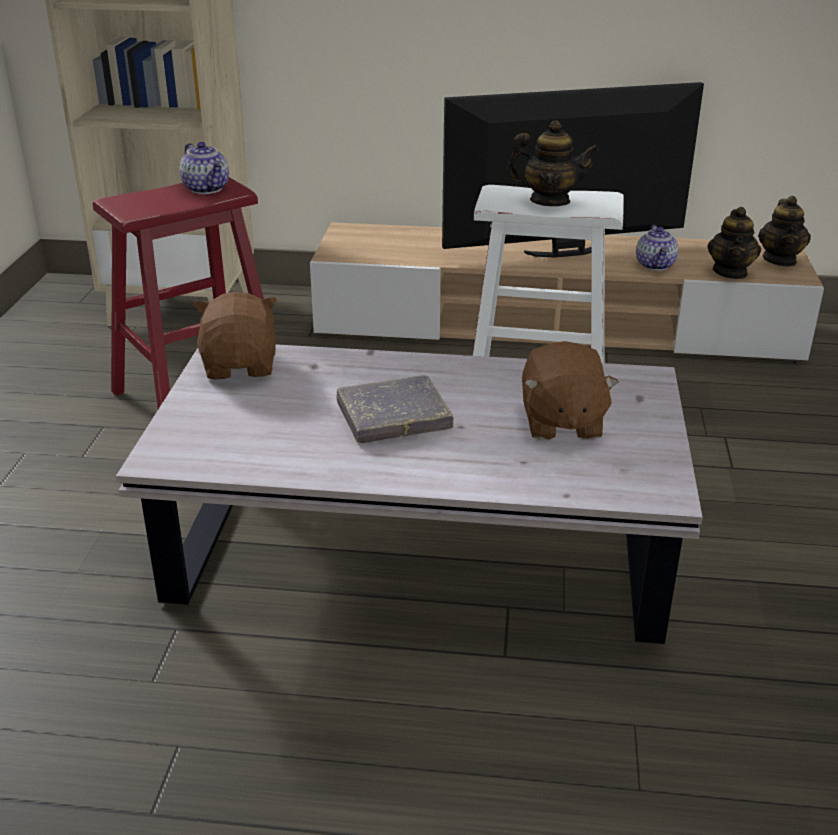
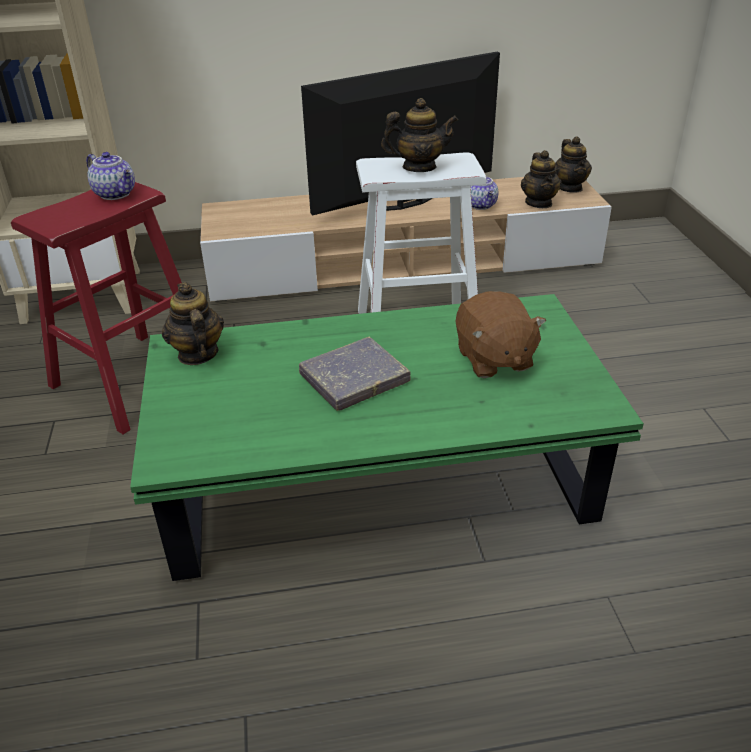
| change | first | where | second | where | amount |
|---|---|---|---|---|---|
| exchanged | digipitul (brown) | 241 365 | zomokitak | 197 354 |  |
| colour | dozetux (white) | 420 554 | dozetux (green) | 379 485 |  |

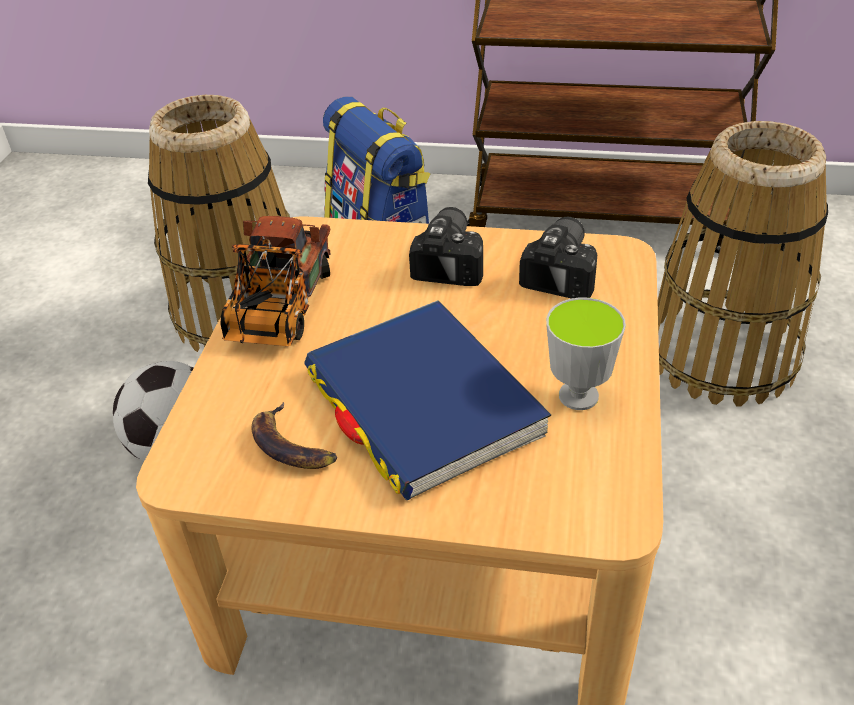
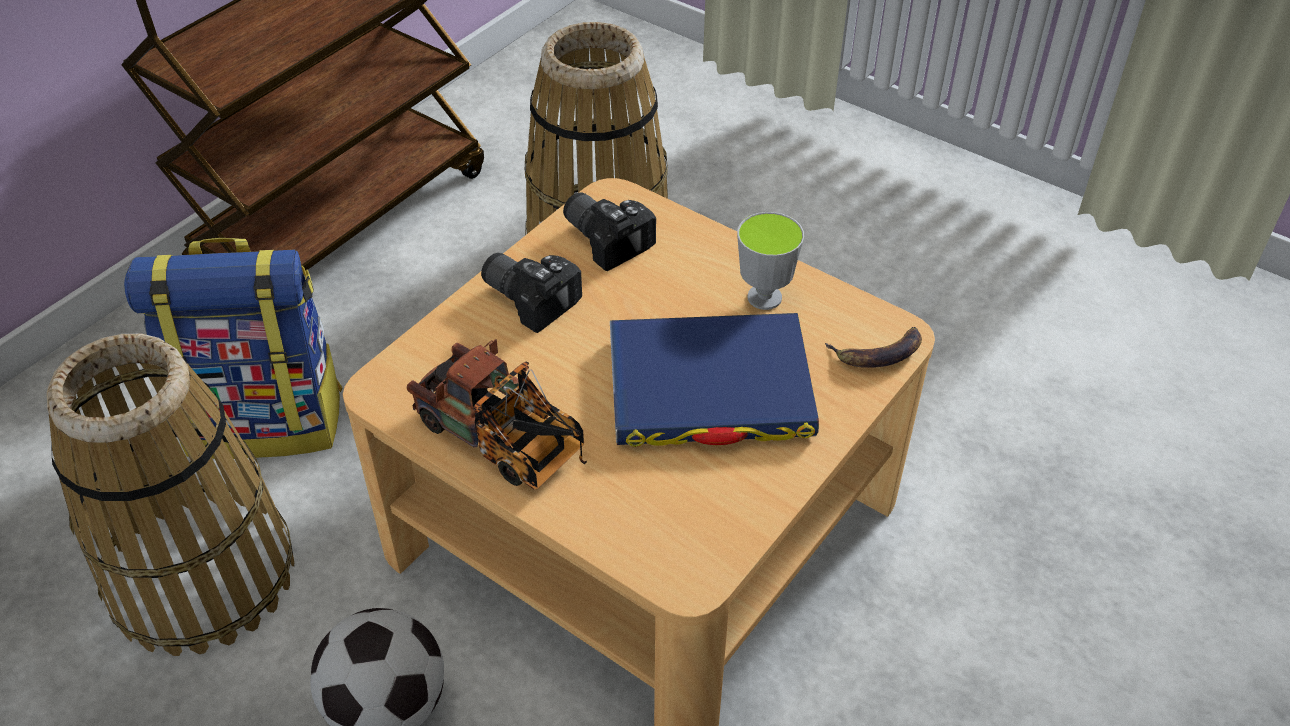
| change | first | where | second | where | amount |
|---|---|---|---|---|---|
| relocated | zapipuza | 292 445 |  | 878 353 |  |

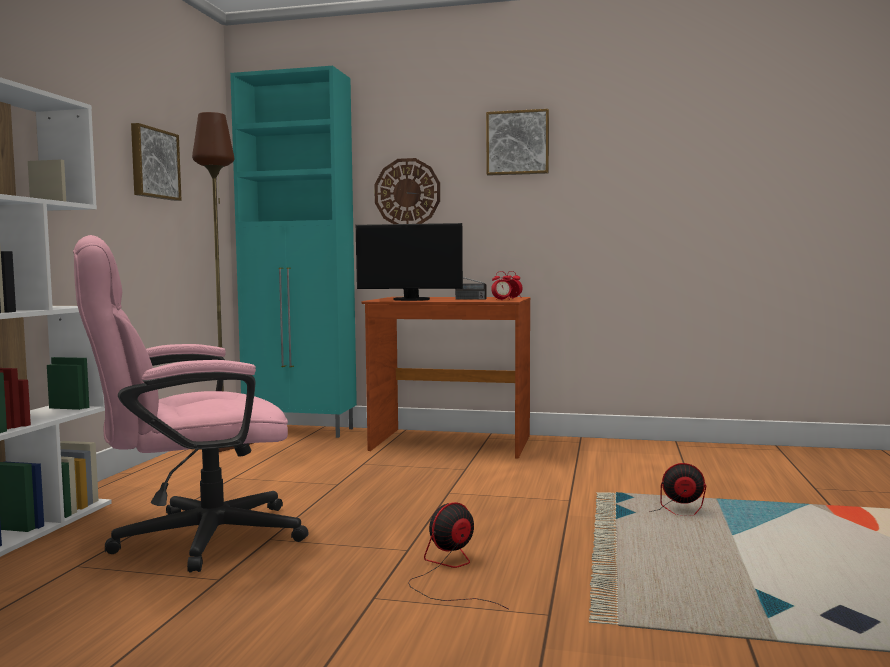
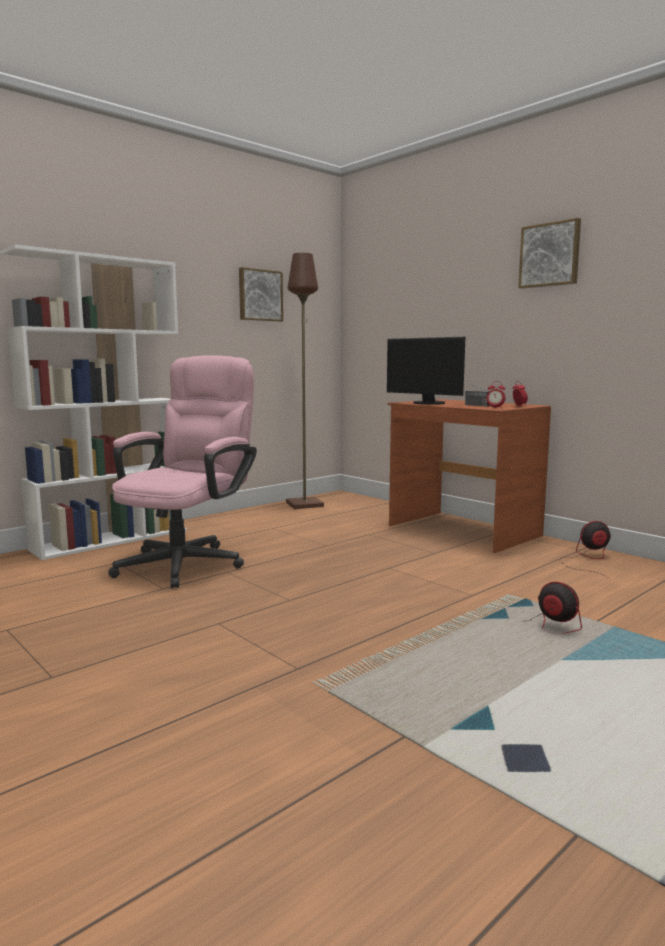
| change | first | where | second | where | amount |
|---|---|---|---|---|---|
| missing | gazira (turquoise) | 301 431 |  |  |  |
| missing | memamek | 407 193 |  |  |  |
| relocated | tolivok | 450 571 |  | 588 559 |  |
| spun | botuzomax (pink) | 190 539 |  | 188 561 | 105 degrees clockwise |

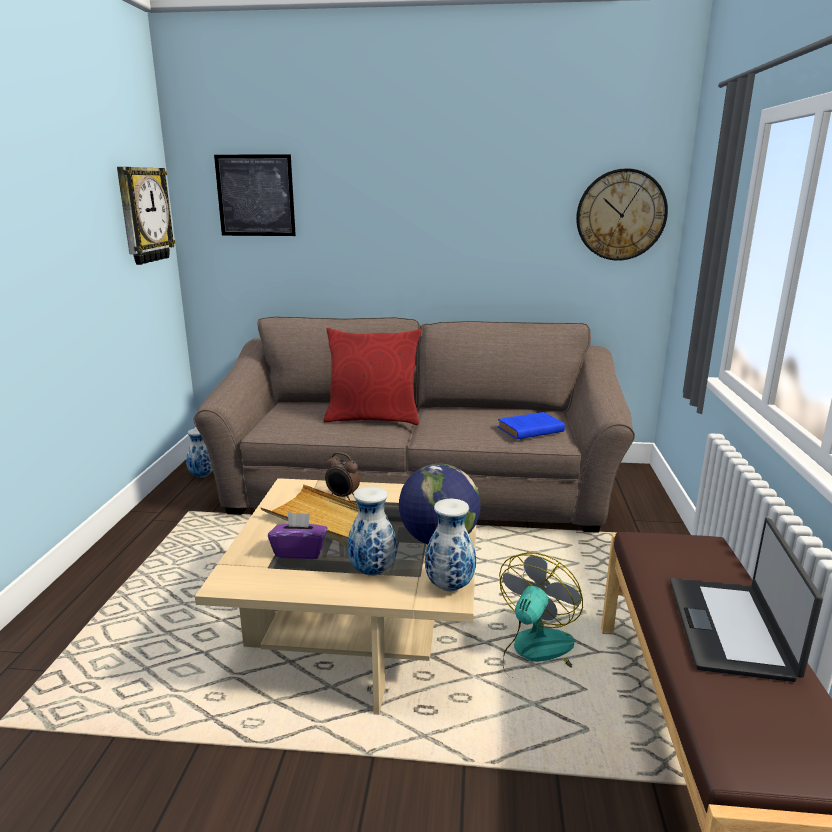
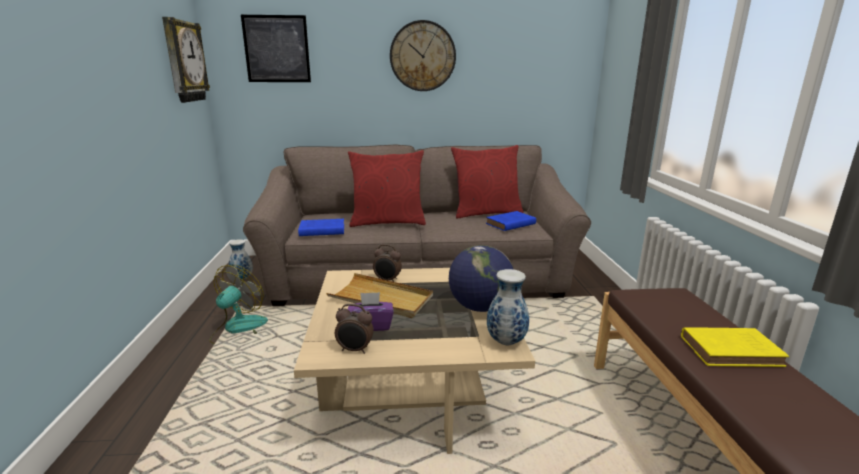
| change | first | where | second | where | amount |
|---|---|---|---|---|---|
| missing | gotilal | 371 571 |  |  |  |
| appeared |  |  | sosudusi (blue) | 321 230 |  |
| appeared |  |  | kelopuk | 355 350 |  |
| appeared |  |  | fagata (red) | 486 213 |  |
| relocated | tolivok | 537 655 |  | 238 330 |  |
| relocated | memamek | 621 215 |  | 422 56 |  |
| exchanged | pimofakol | 731 627 | sosudusi (yellow) | 732 351 |  |

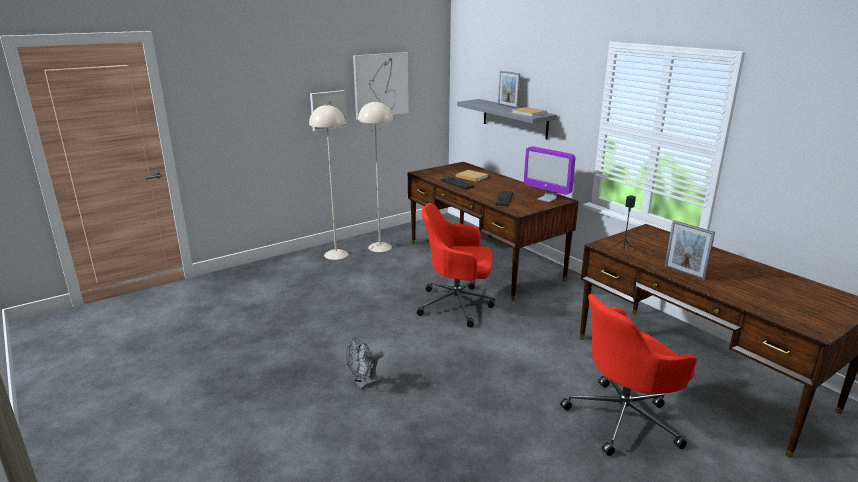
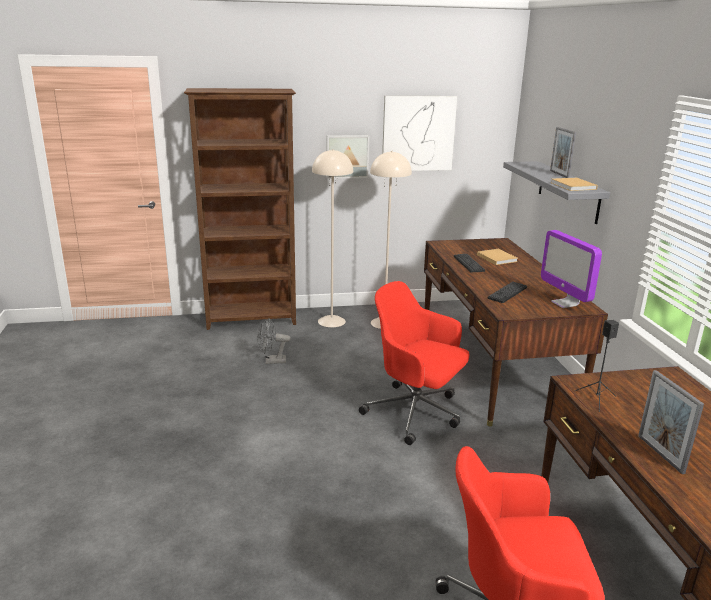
| change | first | where | second | where | amount |
|---|---|---|---|---|---|
| appeared |  |  | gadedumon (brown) | 252 320 |  |
| relocated | tolivok (grey) | 364 383 |  | 272 361 |  |

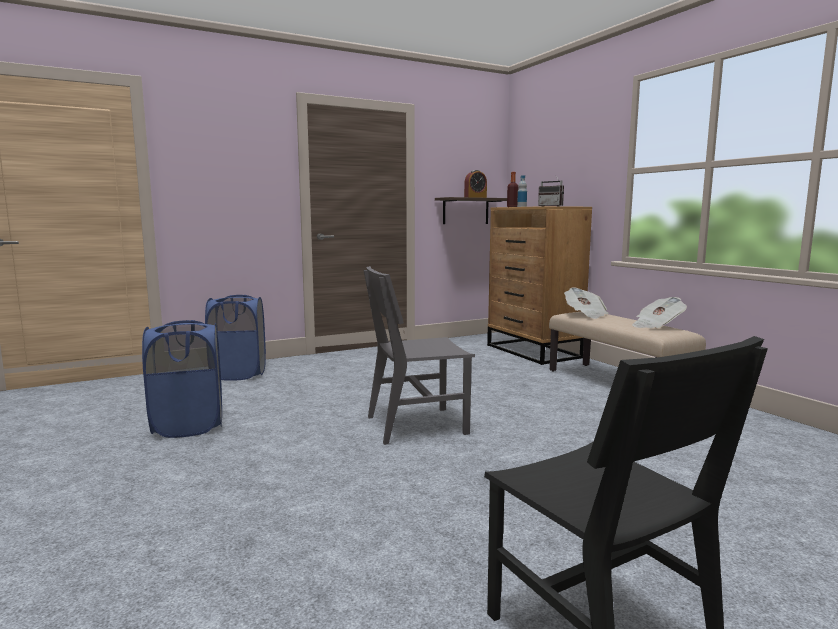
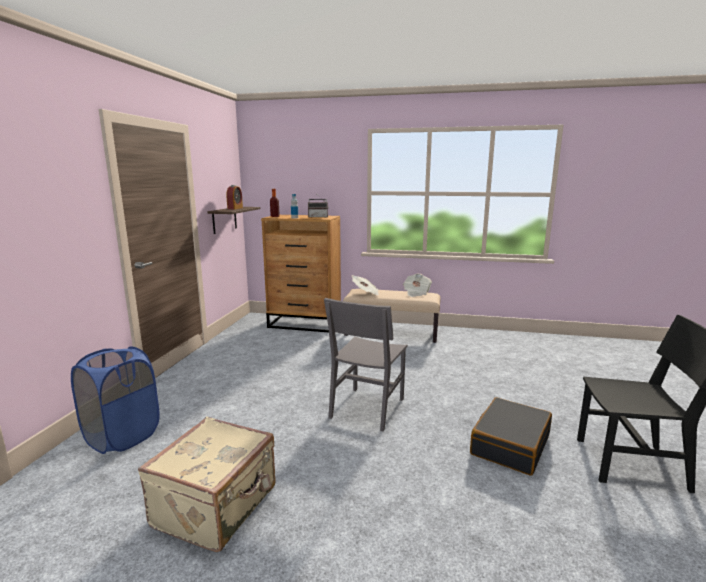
| change | first | where | second | where | amount |
|---|---|---|---|---|---|
| appeared |  |  | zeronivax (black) | 509 445 |  |
| exchanged | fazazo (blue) | 189 426 | zeronivax (beige) | 218 507 |  |

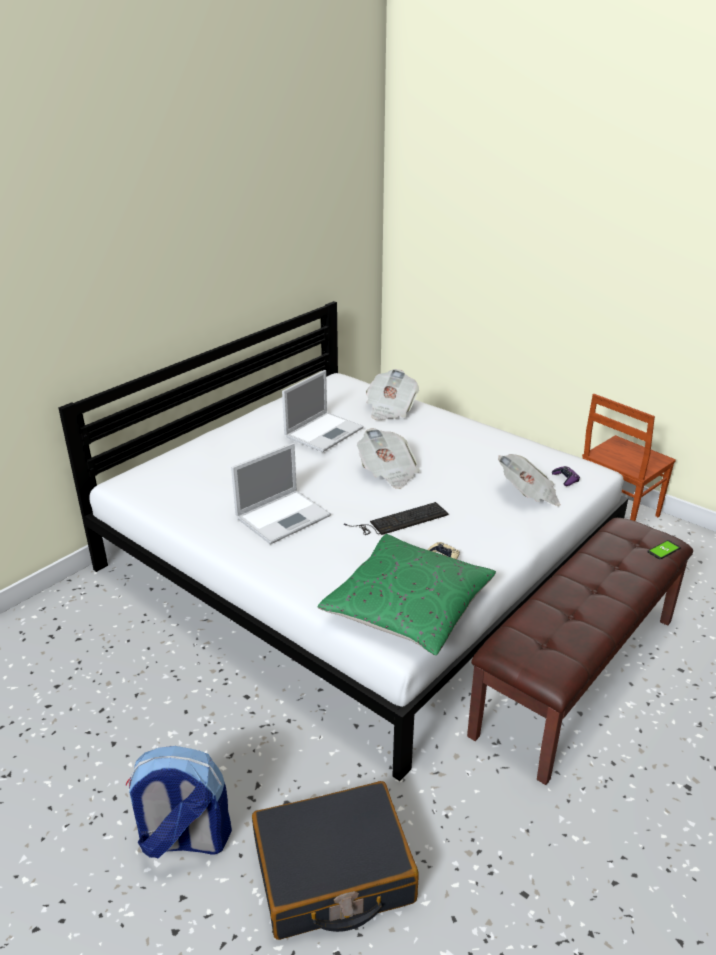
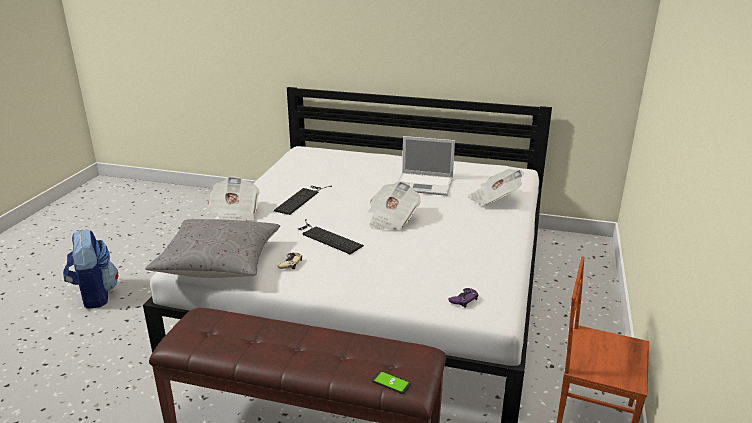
| change | first | where | second | where | amount |
|---|---|---|---|---|---|
| missing | zeronivax (black) | 333 873 |  |  |  |
| relocated | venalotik | 528 495 |  | 234 214 |  |
| exchanged | pimofakol | 284 516 | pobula | 301 199 |  |
| colour | fagata (green) | 408 608 | fagata (grey) | 218 262 |  |

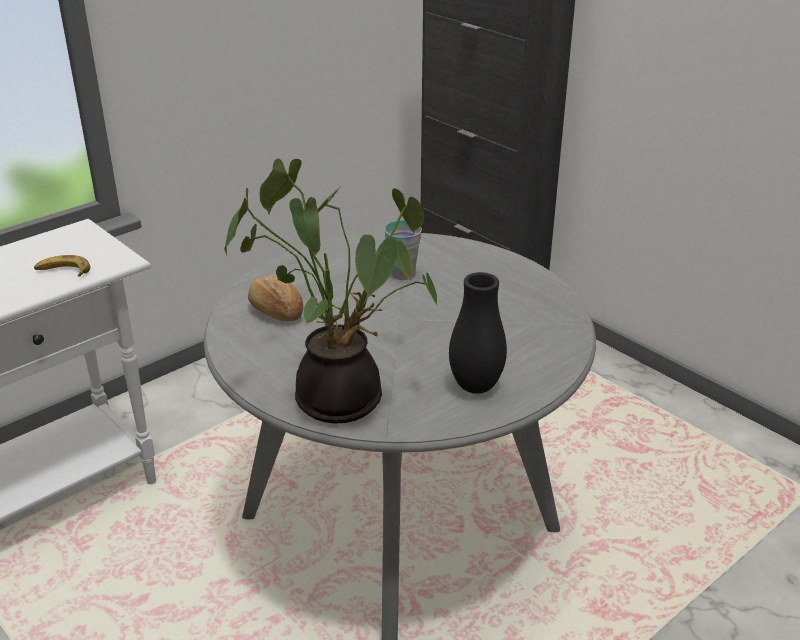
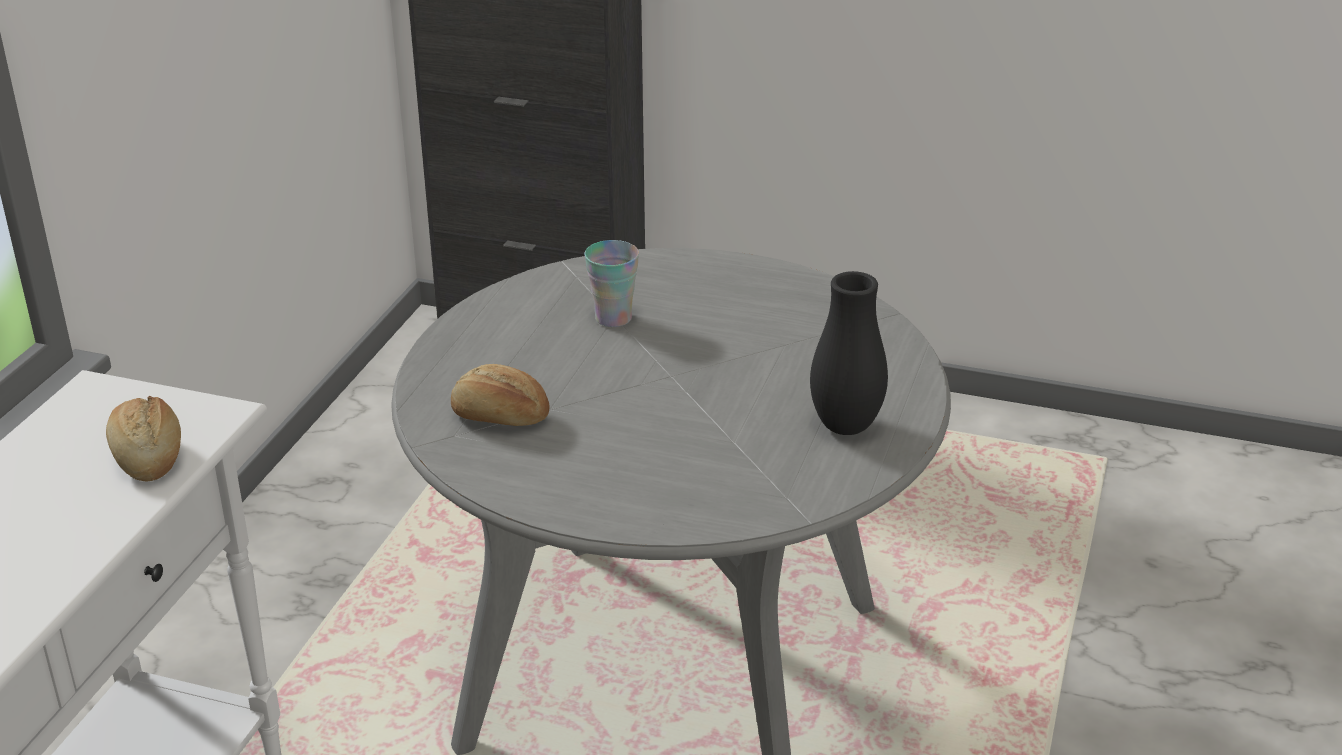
| change | first | where | second | where | amount |
|---|---|---|---|---|---|
| missing | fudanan | 342 396 |  |  |  |
| exchanged | zapipuza | 63 271 | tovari | 148 456 |  |

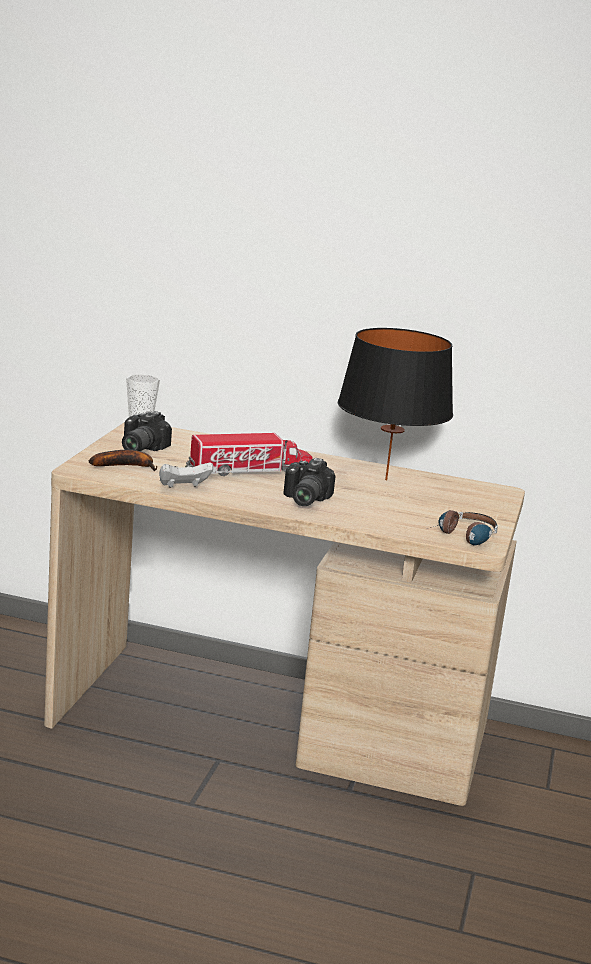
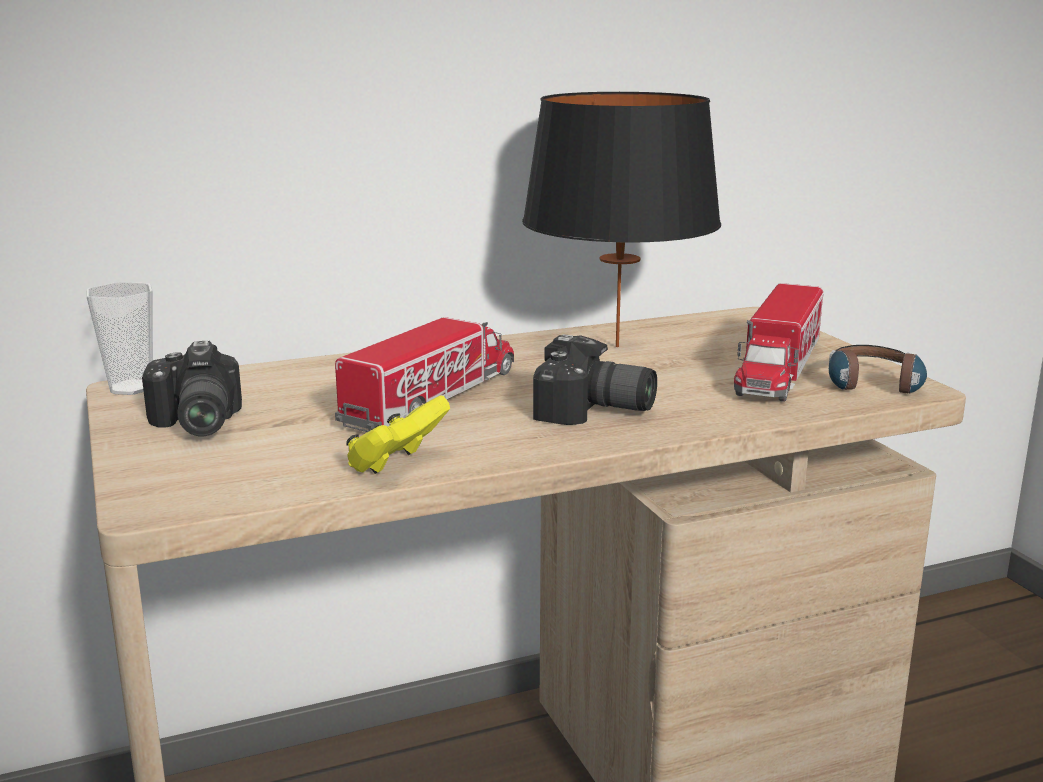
| change | first | where | second | where | amount |
|---|---|---|---|---|---|
| missing | zapipuza | 126 466 |  |  |  |
| appeared |  |  | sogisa | 778 369 |  |
| colour | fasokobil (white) | 183 487 | fasokobil (yellow) | 396 464 |  |
| spun | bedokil | 303 499 |  | 594 412 | 45 degrees counterclockwise |

